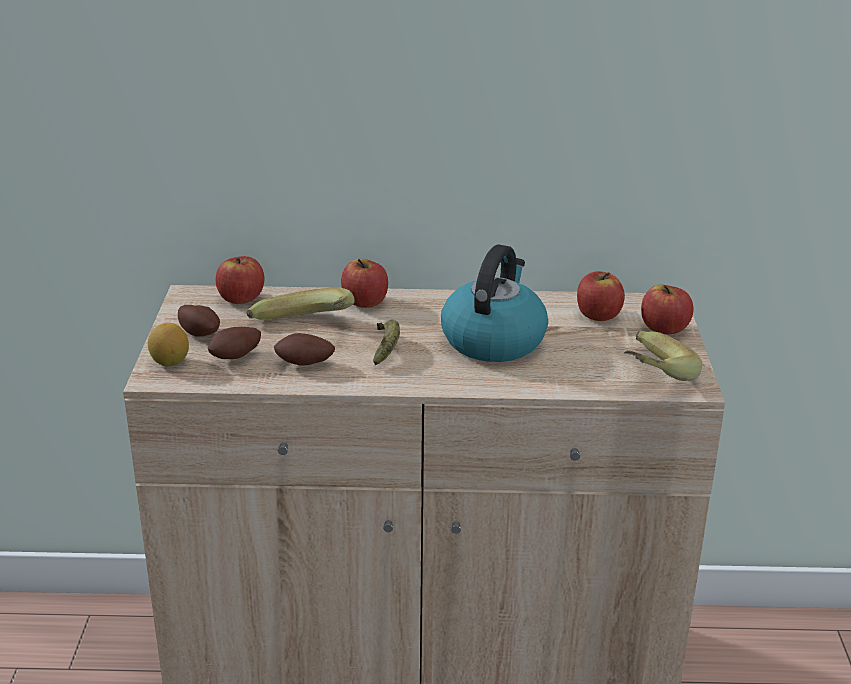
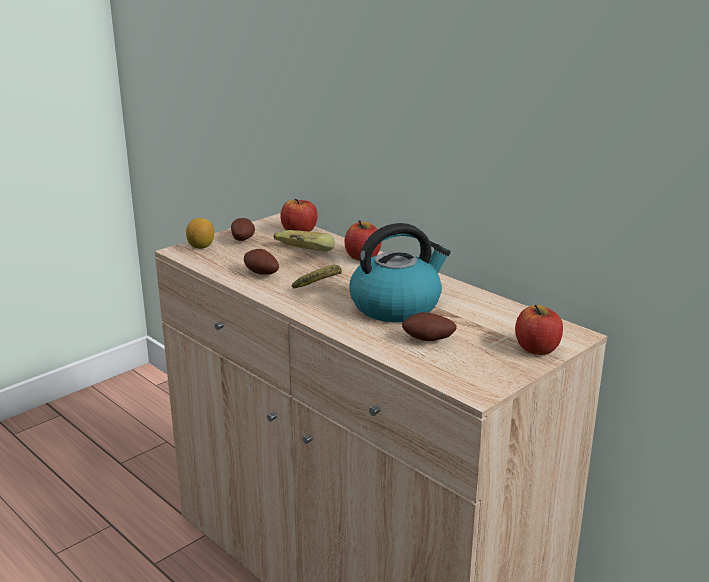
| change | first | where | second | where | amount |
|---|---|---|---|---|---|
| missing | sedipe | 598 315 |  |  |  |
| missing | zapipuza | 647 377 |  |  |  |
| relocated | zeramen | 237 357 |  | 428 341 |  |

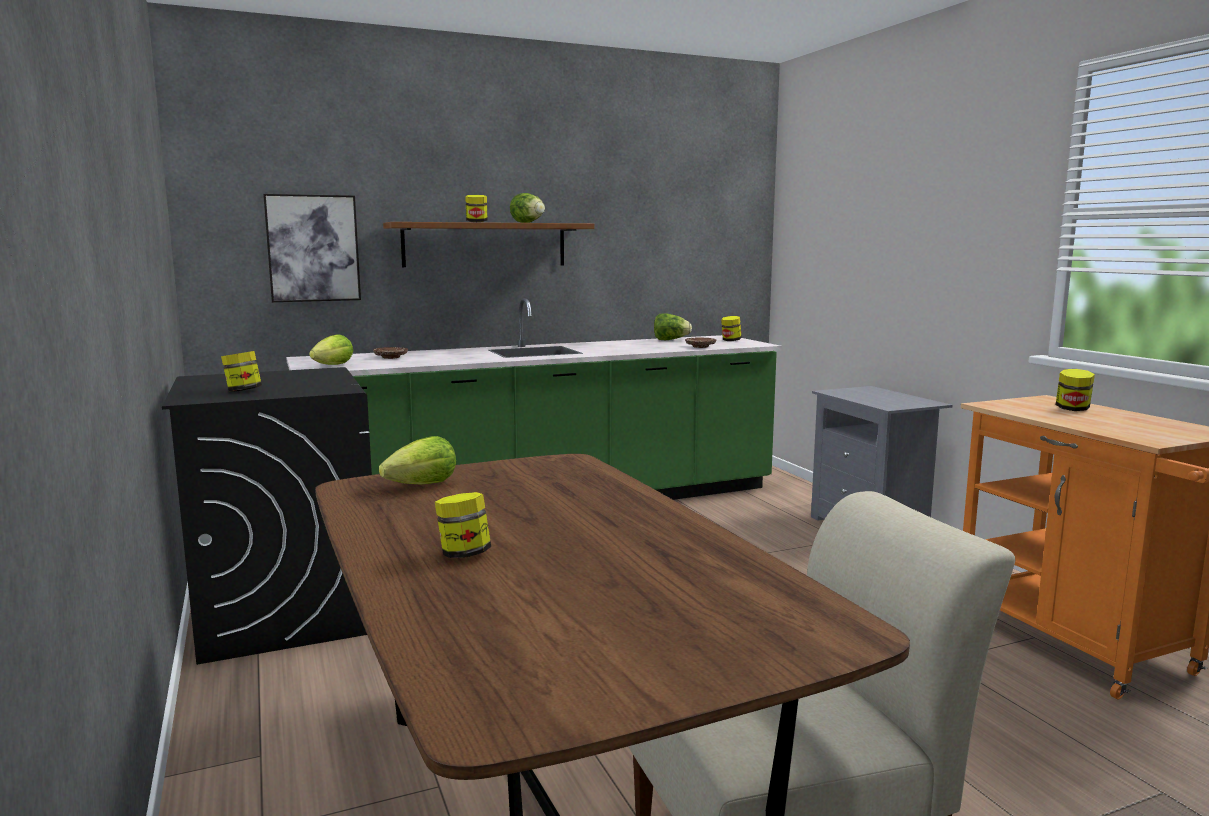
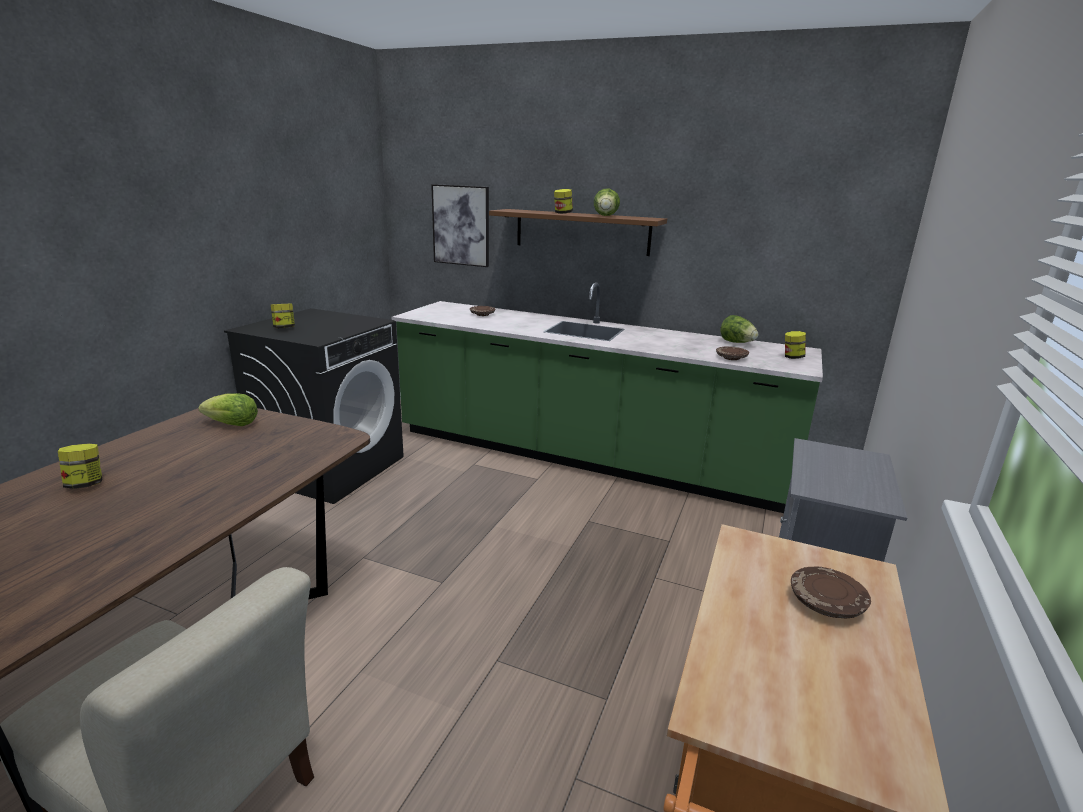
| change | first | where | second | where | amount |
|---|---|---|---|---|---|
| missing | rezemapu | 333 365 |  |  |  |
| exchanged | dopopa | 1072 409 | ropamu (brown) | 826 603 |  |

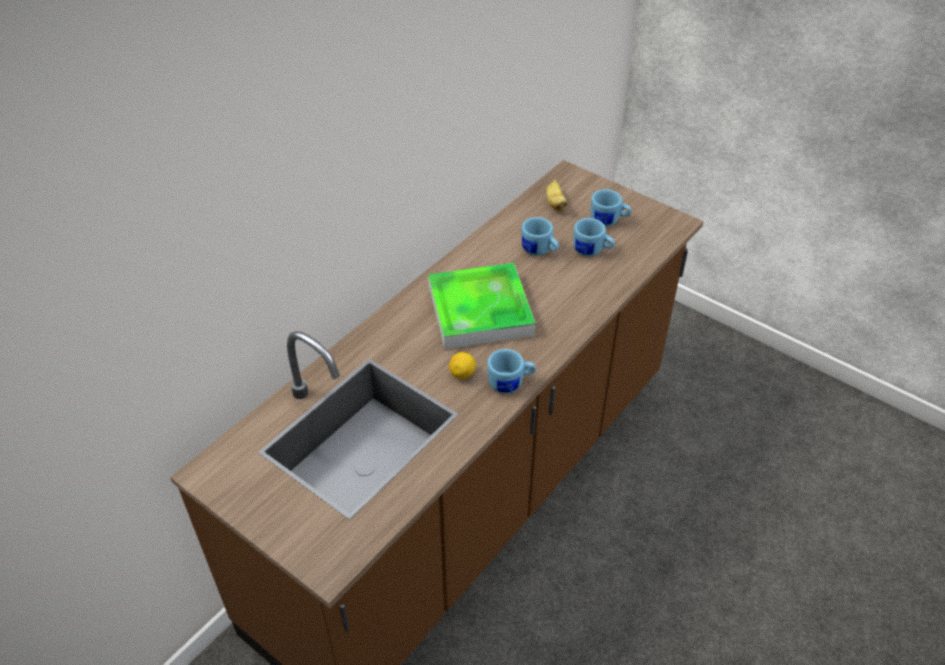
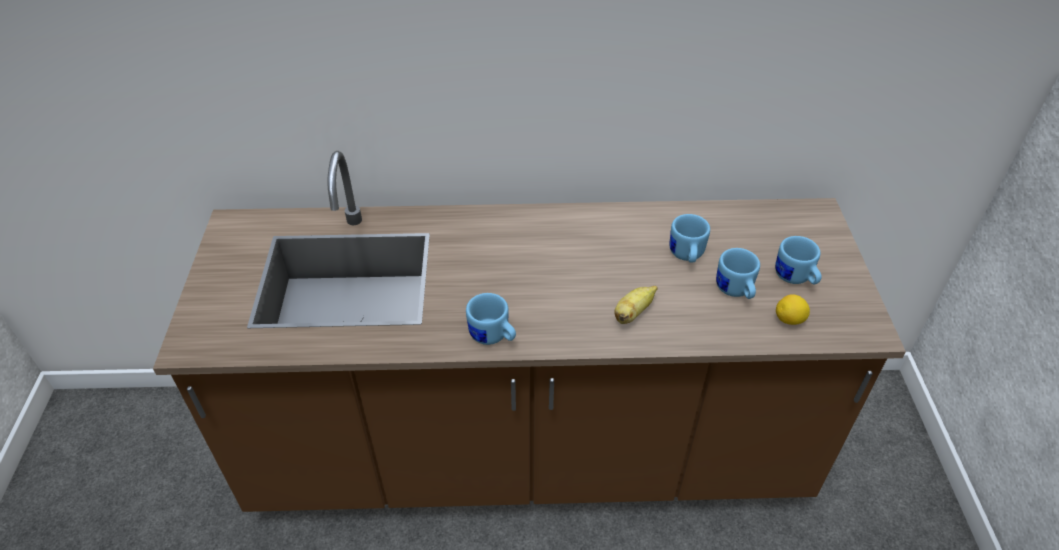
| change | first | where | second | where | amount |
|---|---|---|---|---|---|
| missing | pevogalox | 480 311 |  |  |  |
| relocated | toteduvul | 462 374 |  | 789 320 |  |
| relocated | zapipuza | 555 204 |  | 633 313 |  |

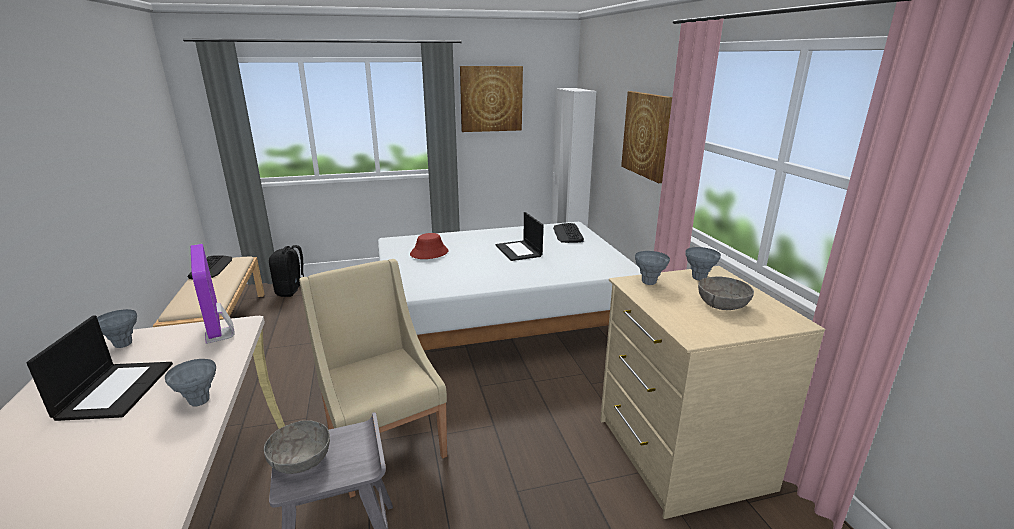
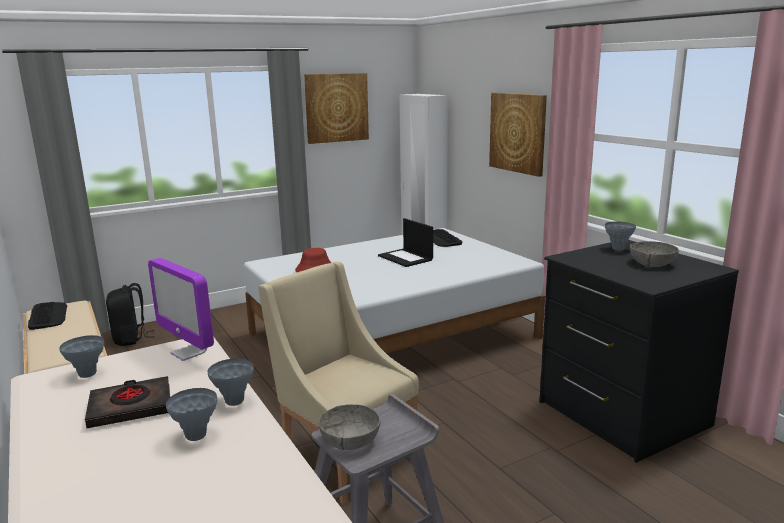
| change | first | where | second | where | amount |
|---|---|---|---|---|---|
| relocated | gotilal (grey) | 649 282 |  | 196 436 |  |
| exchanged | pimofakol | 116 389 | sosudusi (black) | 131 407 |  |
| colour | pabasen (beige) | 679 453 | pabasen (black) | 621 414 |  |

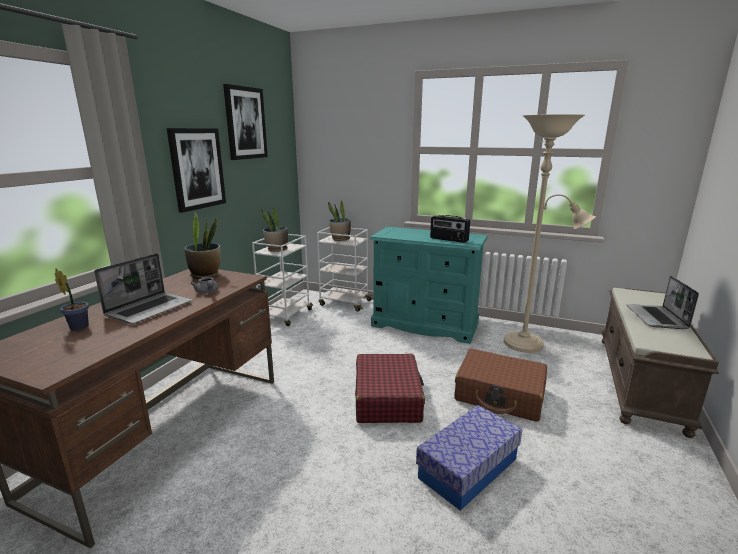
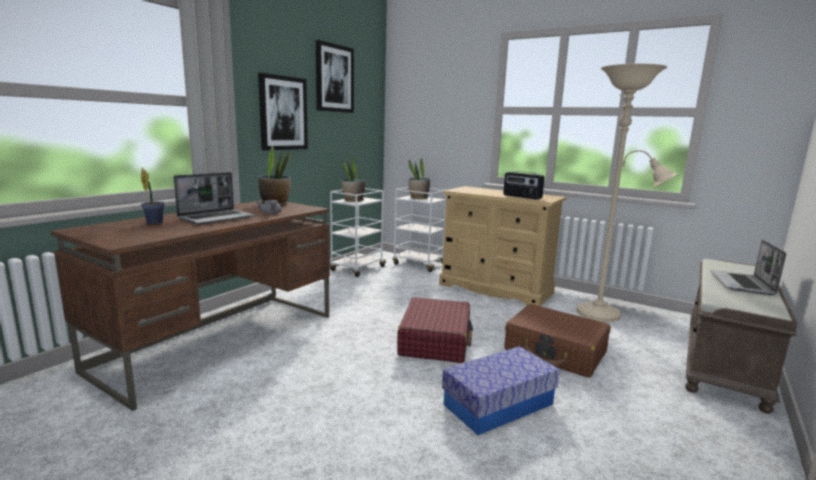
| change | first | where | second | where | amount |
|---|---|---|---|---|---|
| colour | pabasen (turquoise) | 425 325 | pabasen (beige) | 495 288 |  |

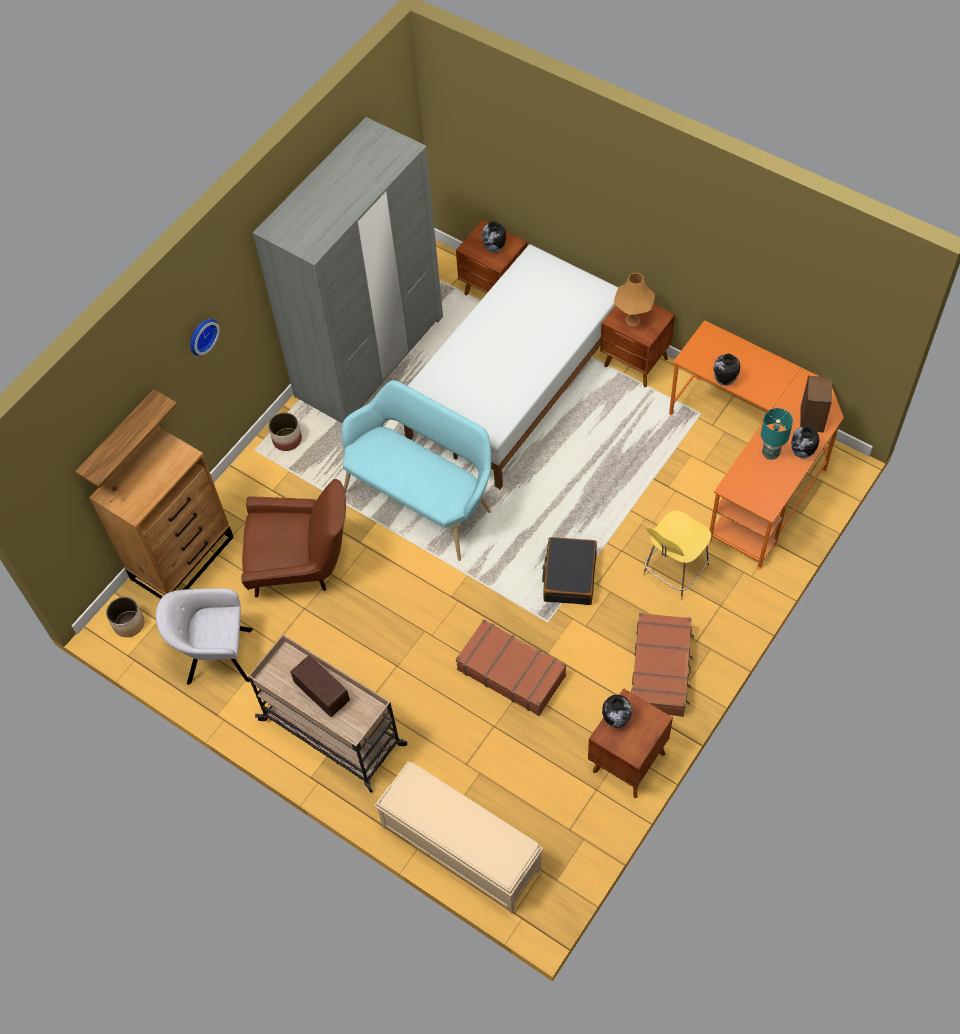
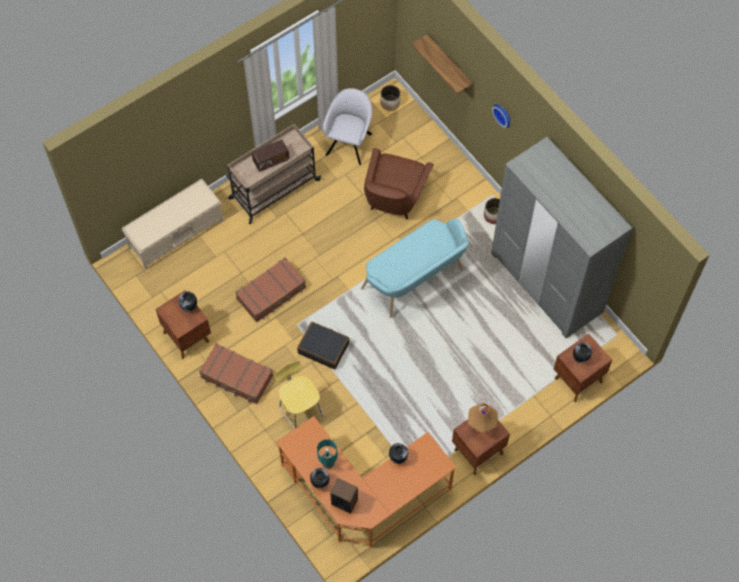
| change | first | where | second | where | amount |
|---|---|---|---|---|---|
| missing | pabasen (brown) | 183 557 |  |  |  |
| missing | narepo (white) | 517 385 |  |  |  |

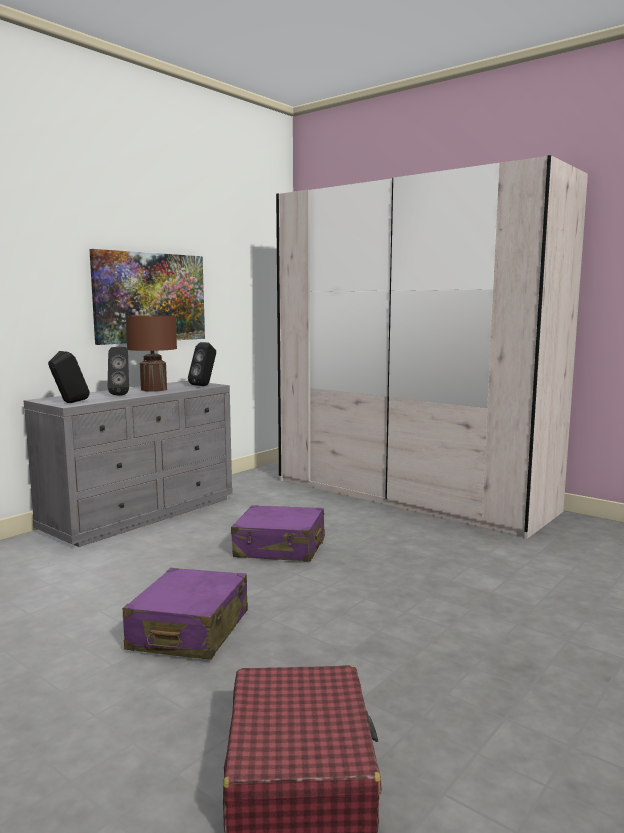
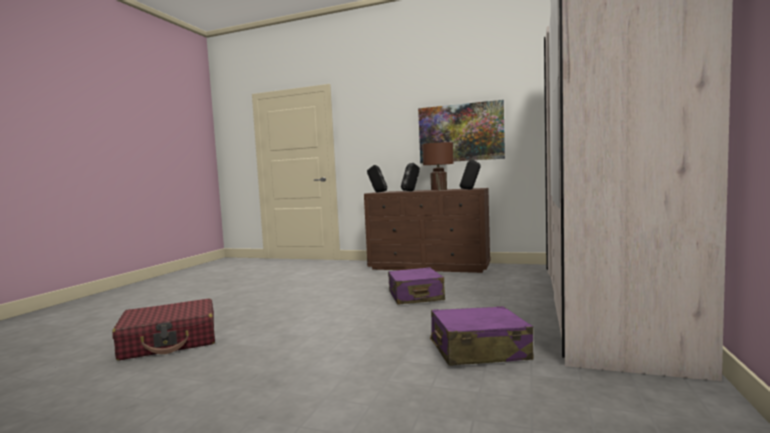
| change | first | where | second | where | amount |
|---|---|---|---|---|---|
| relocated | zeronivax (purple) | 189 631 |  | 478 350 |  |
| colour | pabasen (grey) | 142 514 | pabasen (brown) | 429 266 |  |

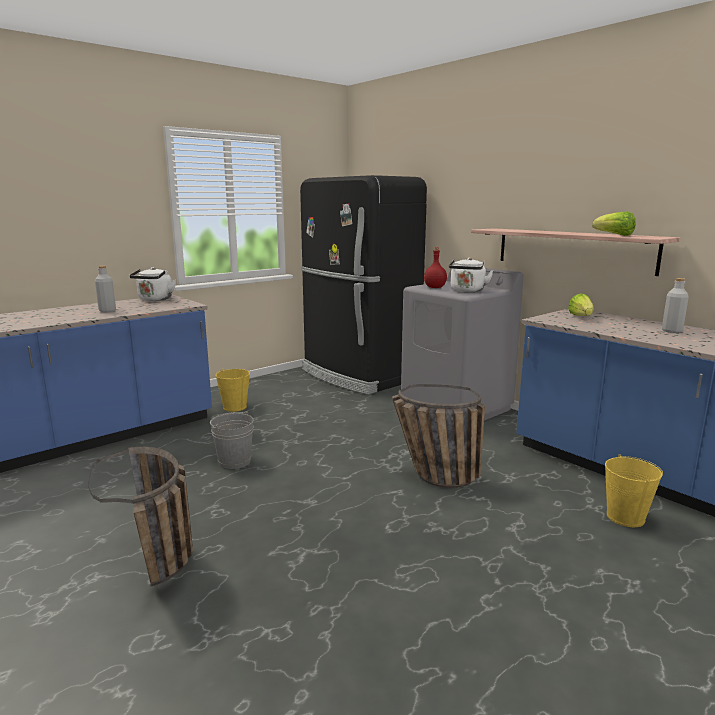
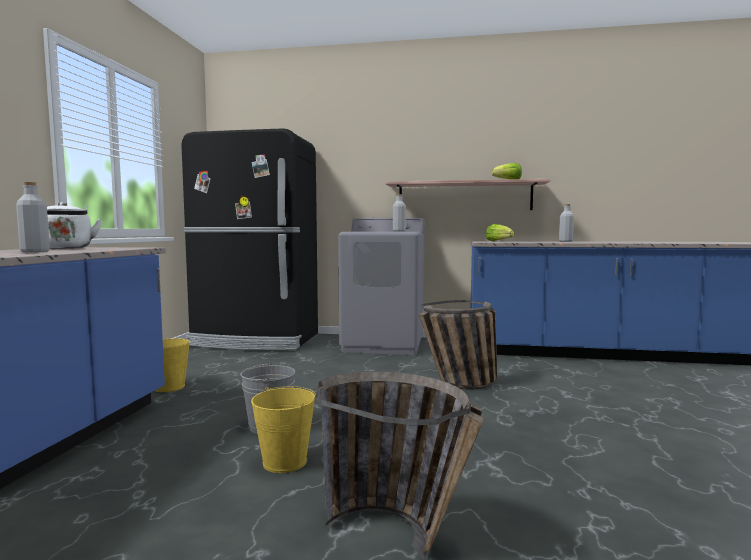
| change | first | where | second | where | amount |
|---|---|---|---|---|---|
| missing | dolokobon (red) | 434 287 |  |  |  |
| relocated | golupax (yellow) | 625 517 |  | 284 462 |  |
| exchanged | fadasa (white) | 467 291 | dolokobon (grey) | 399 231 |  |

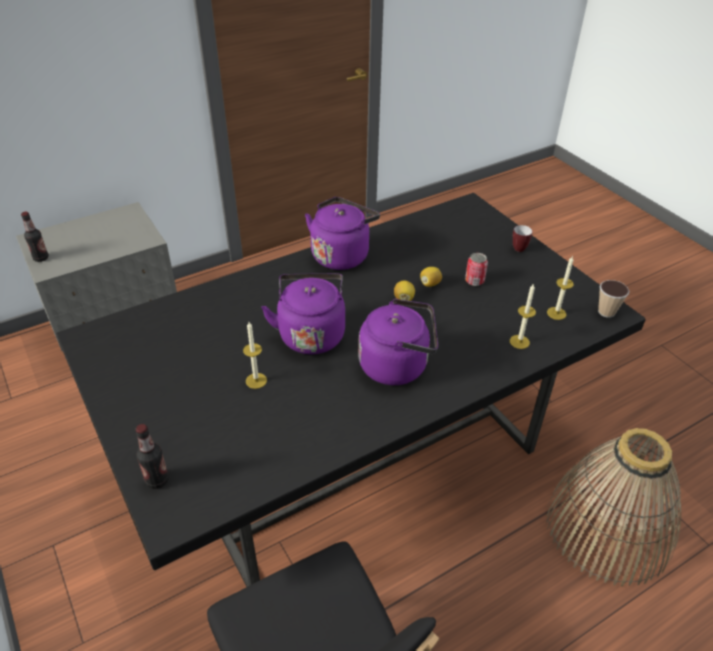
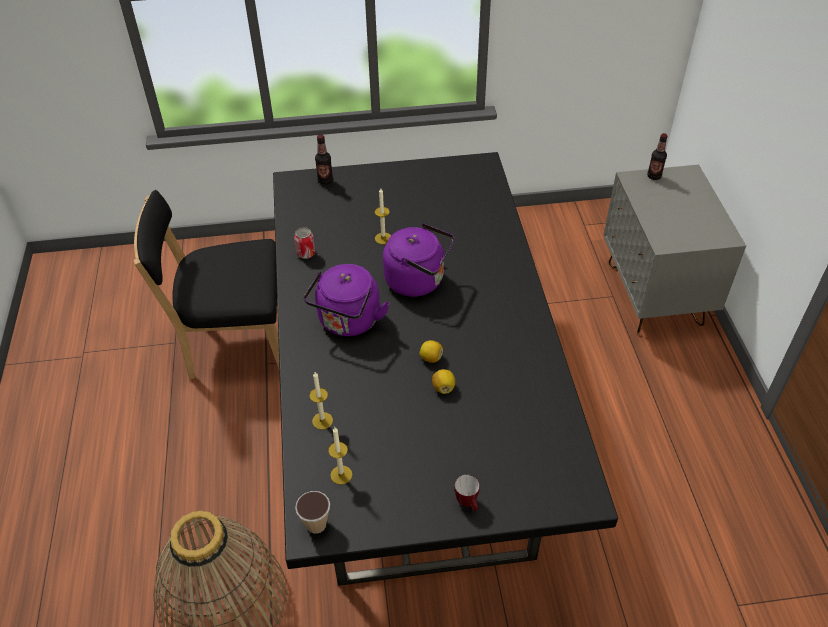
| change | first | where | second | where | amount |
|---|---|---|---|---|---|
| missing | fadasa (purple) | 341 254 |  |  |  |
| relocated | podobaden | 474 281 |  | 306 253 |  |

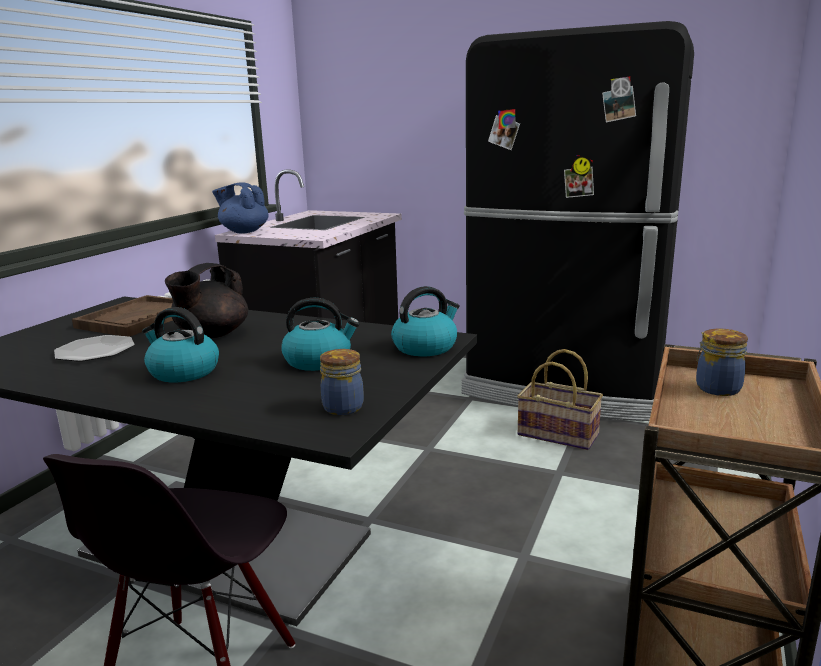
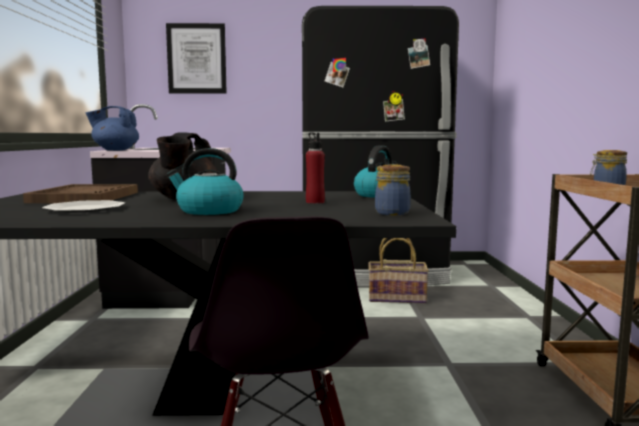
| change | first | where | second | where | amount |
|---|---|---|---|---|---|
| appeared |  |  | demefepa | 196 59 |  |
| exchanged | fadasa | 319 360 | dolokobon (red) | 315 202 |  |

